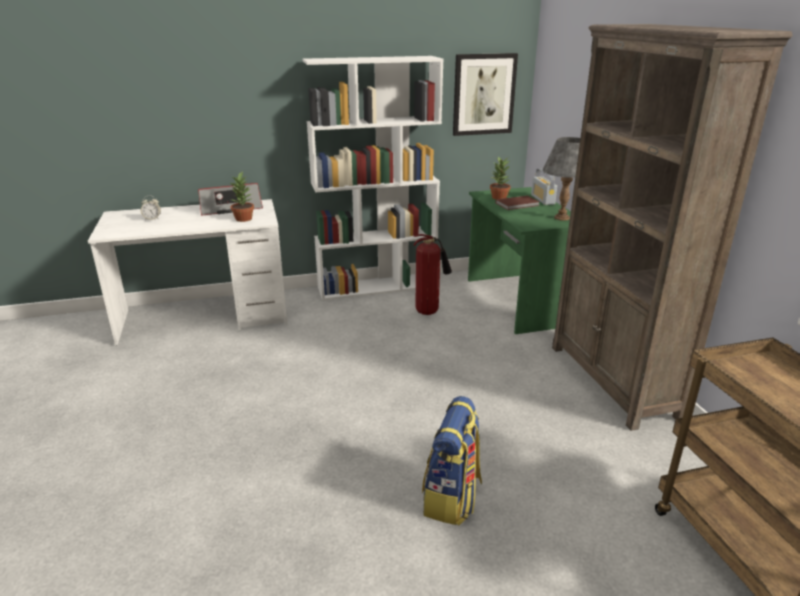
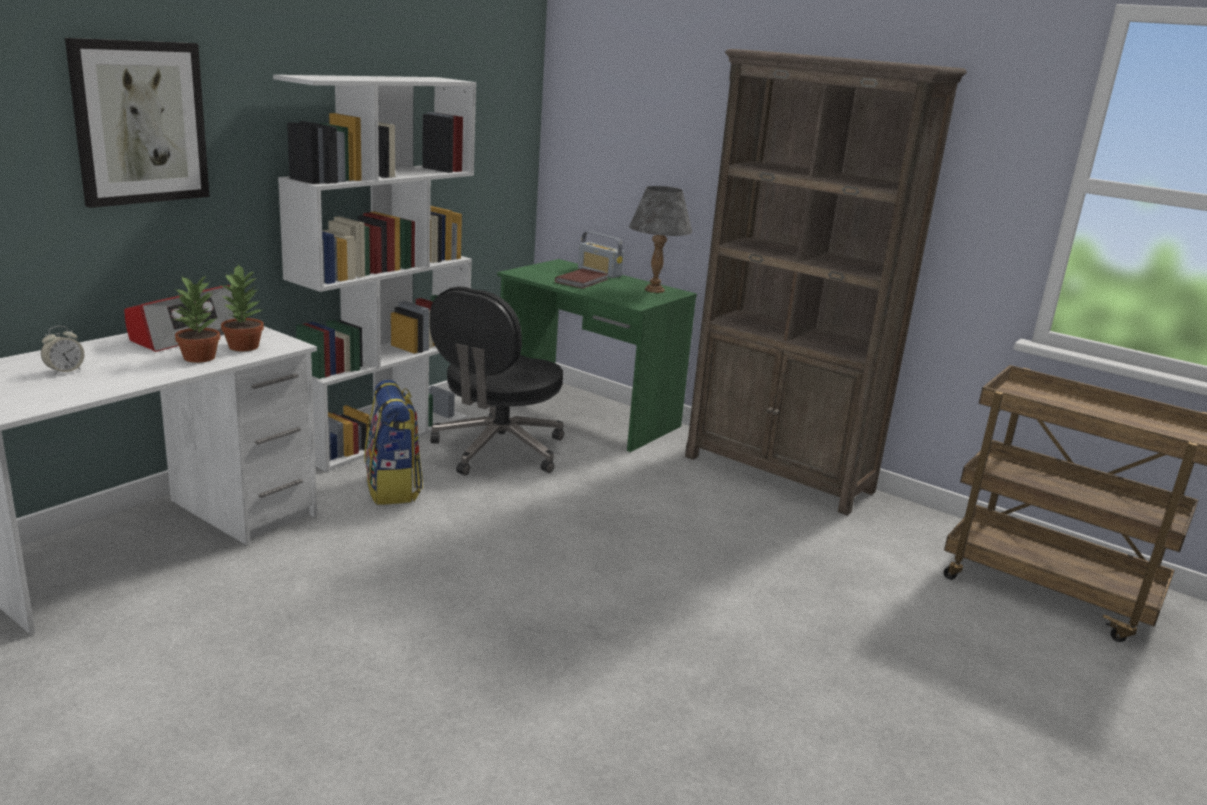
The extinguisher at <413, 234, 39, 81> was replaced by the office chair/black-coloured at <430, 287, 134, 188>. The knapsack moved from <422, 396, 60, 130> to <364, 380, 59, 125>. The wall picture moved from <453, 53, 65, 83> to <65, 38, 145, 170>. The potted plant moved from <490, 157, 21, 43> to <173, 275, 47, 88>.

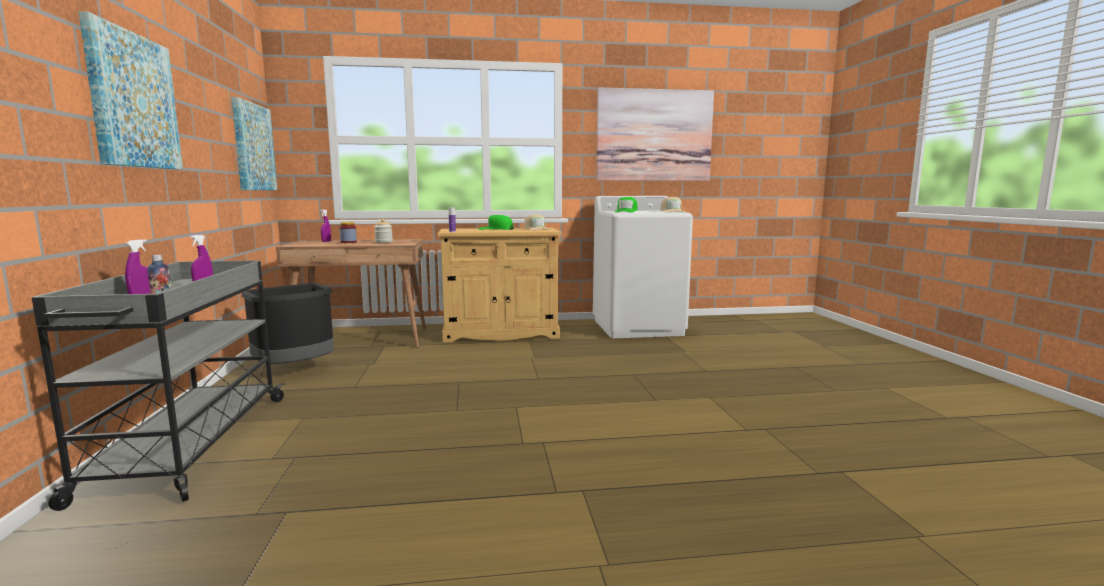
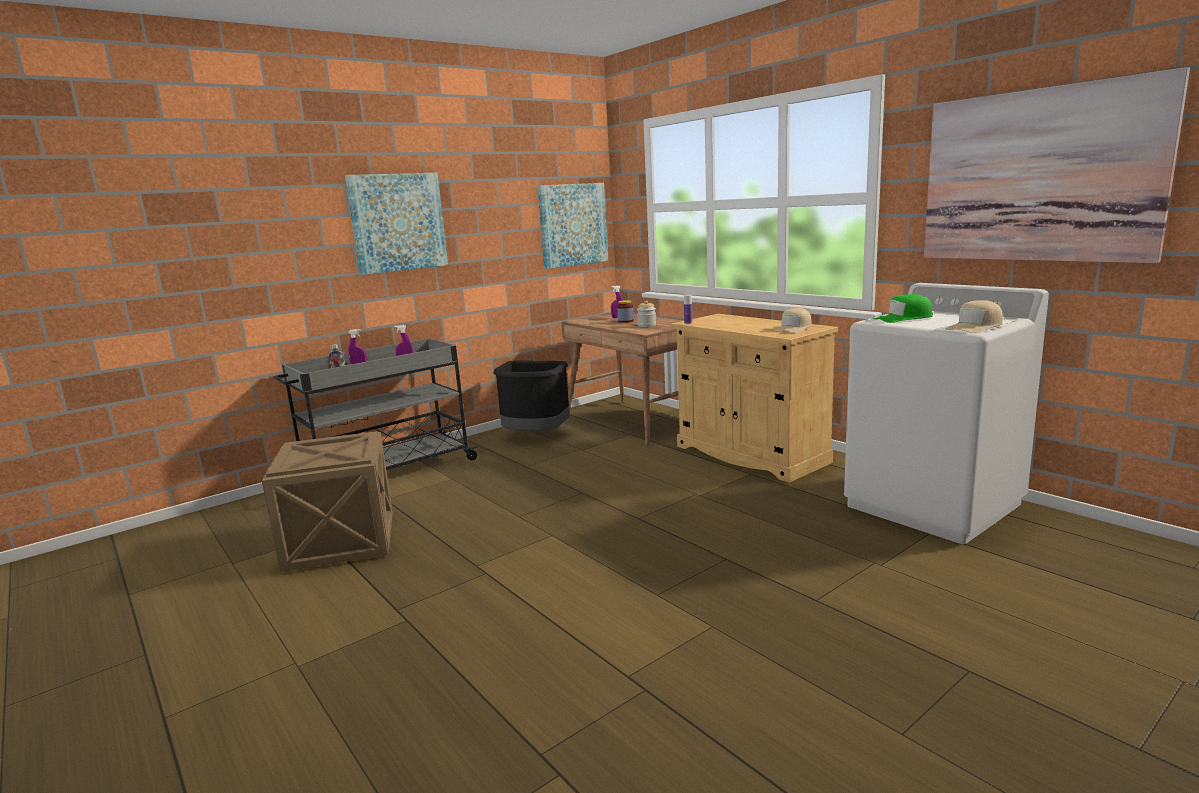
The cap/green at <478, 215, 36, 15> disappeared. The packing crate at <262, 431, 131, 141> appeared.

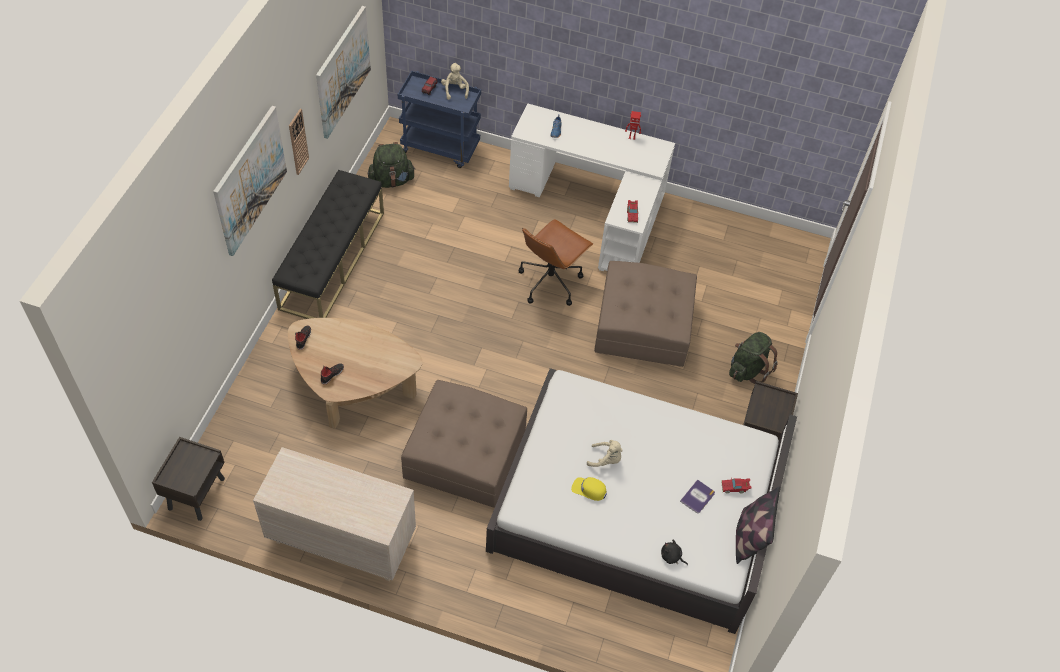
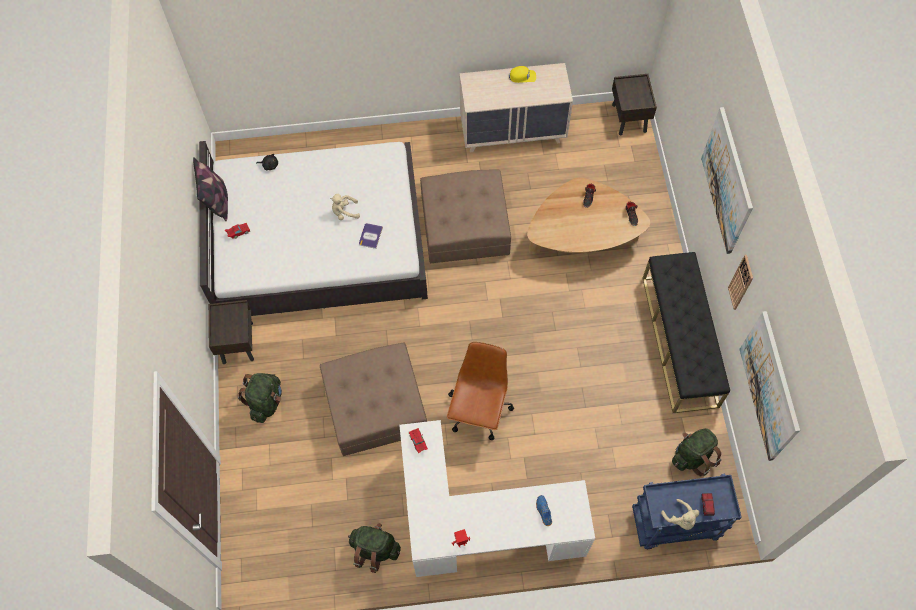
The cap/yellow moved from <571, 477, 36, 24> to <509, 66, 27, 17>. The book moved from <680, 479, 35, 34> to <359, 223, 24, 26>. The knapsack/green at <348, 523, 53, 50> appeared.

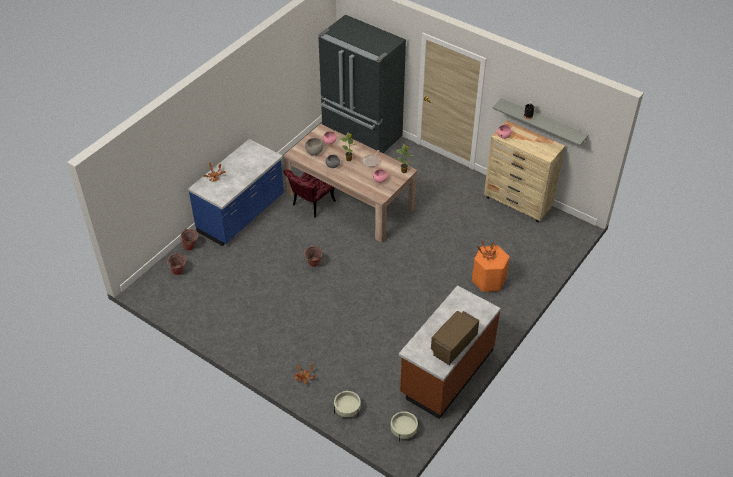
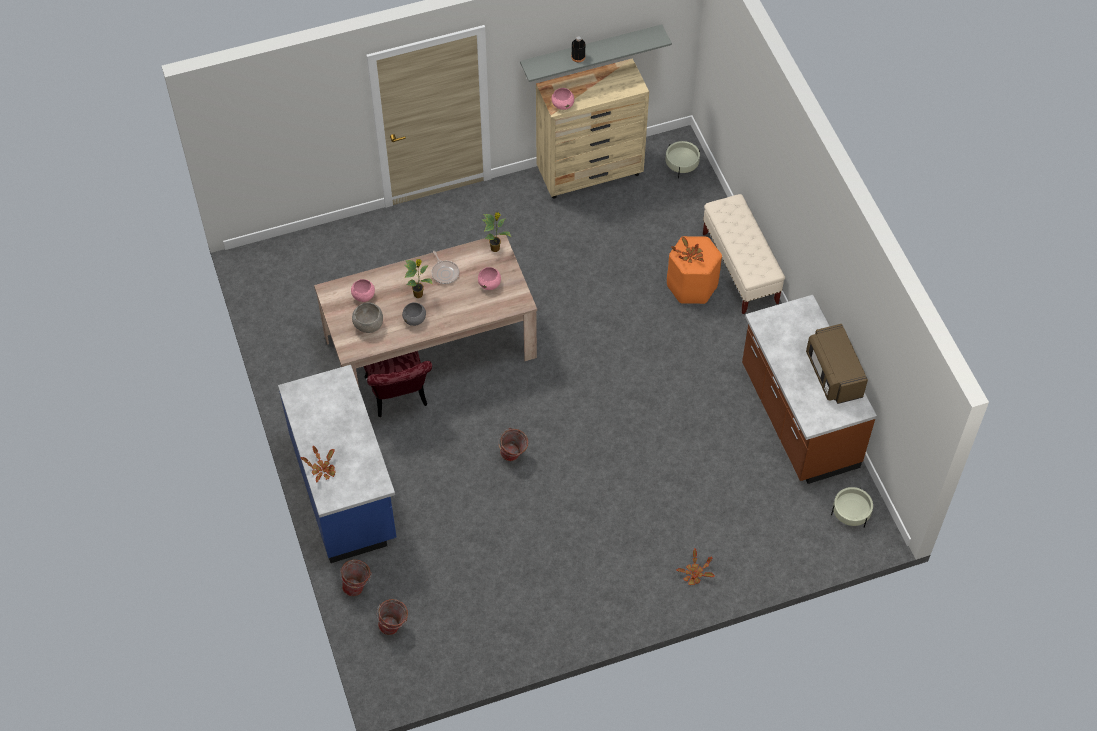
The refrigerator/black-coloured at <318, 15, 88, 139> disappeared. The planter/beige-coloured moved from <334, 390, 27, 27> to <666, 141, 34, 37>. The bench/beige-coloured at <703, 194, 82, 120> appeared.

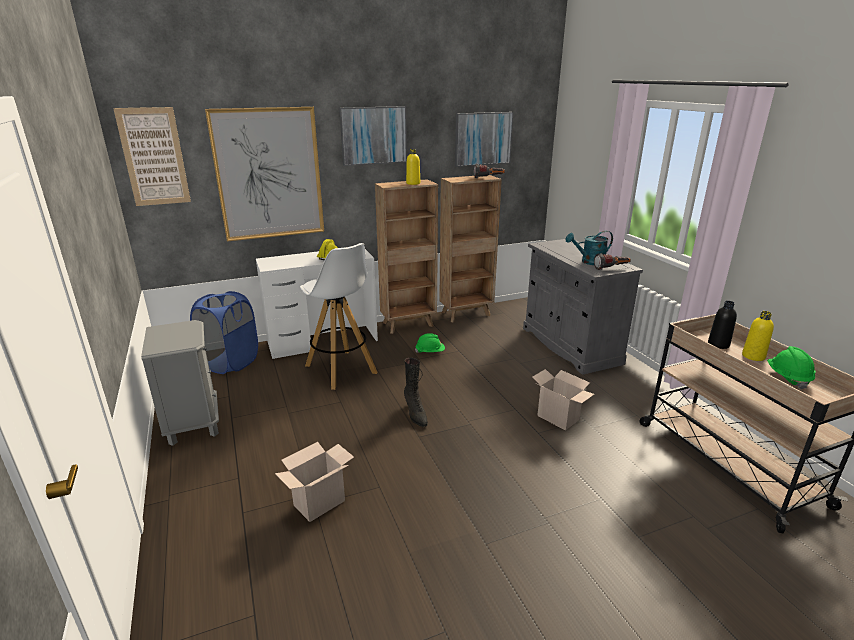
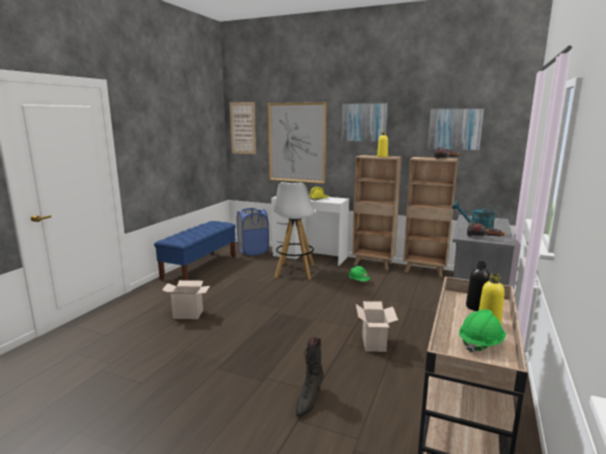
The nightstand/gray at <141, 320, 78, 126> was replaced by the bench/blue at <154, 221, 82, 59>. The boot/black-coloured moved from <404, 358, 24, 69> to <296, 337, 28, 80>.

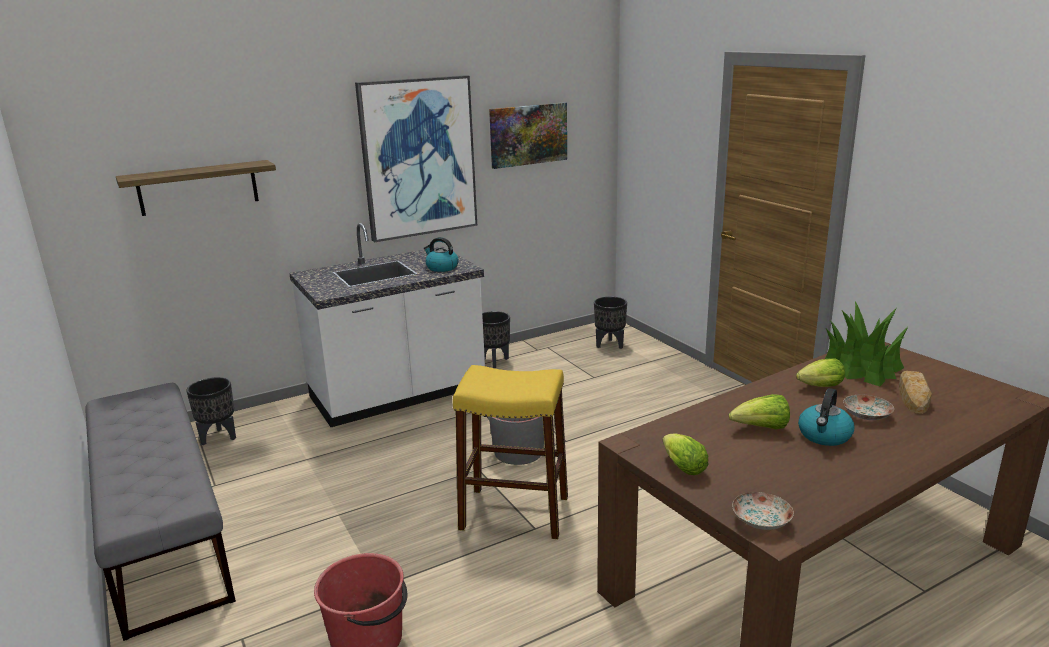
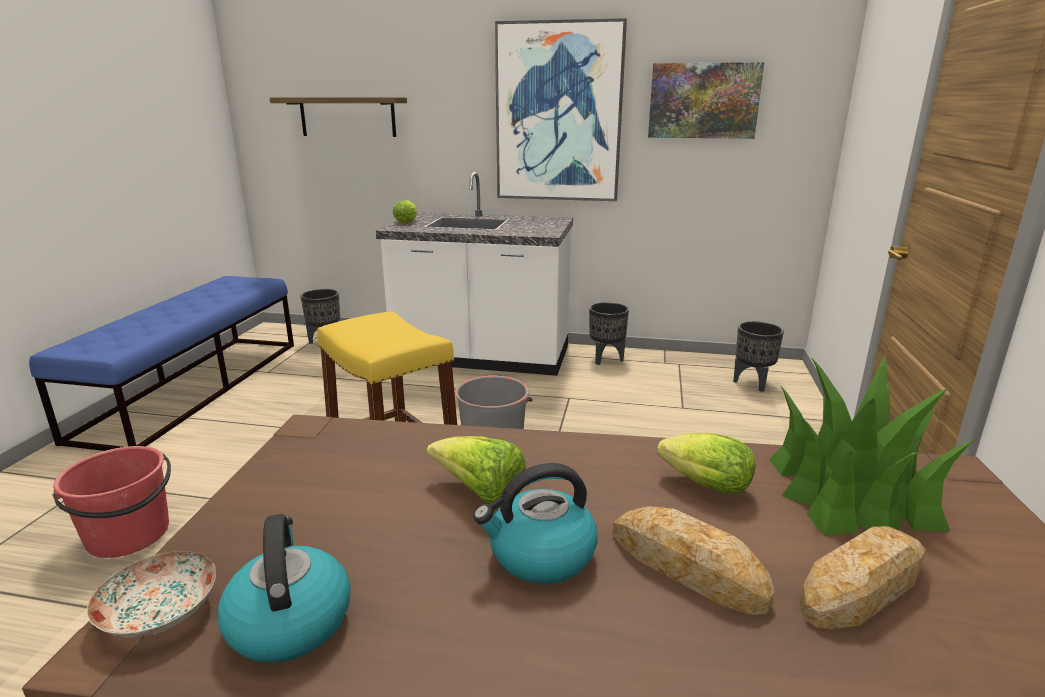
The bench/gray at <85, 383, 151, 258> became the bench/blue at <29, 276, 265, 175>. The kettle moved from <424, 237, 34, 35> to <217, 514, 134, 149>. The head of lettuce moved from <663, 433, 45, 42> to <393, 200, 24, 24>. The plate at <843, 395, 51, 25> was replaced by the bread at <612, 506, 163, 109>.

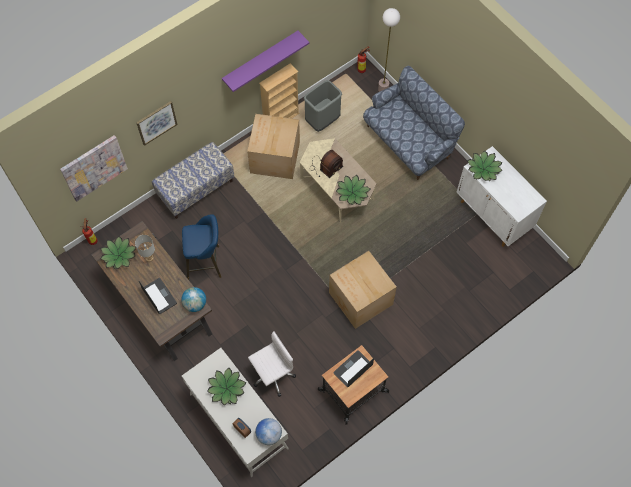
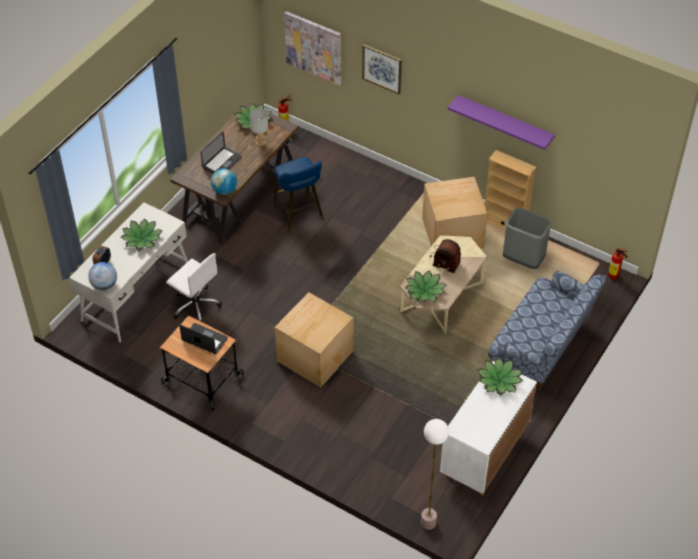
The bench at <152, 142, 83, 77> disappeared. The standard lamp moved from <378, 8, 22, 84> to <421, 419, 28, 111>.

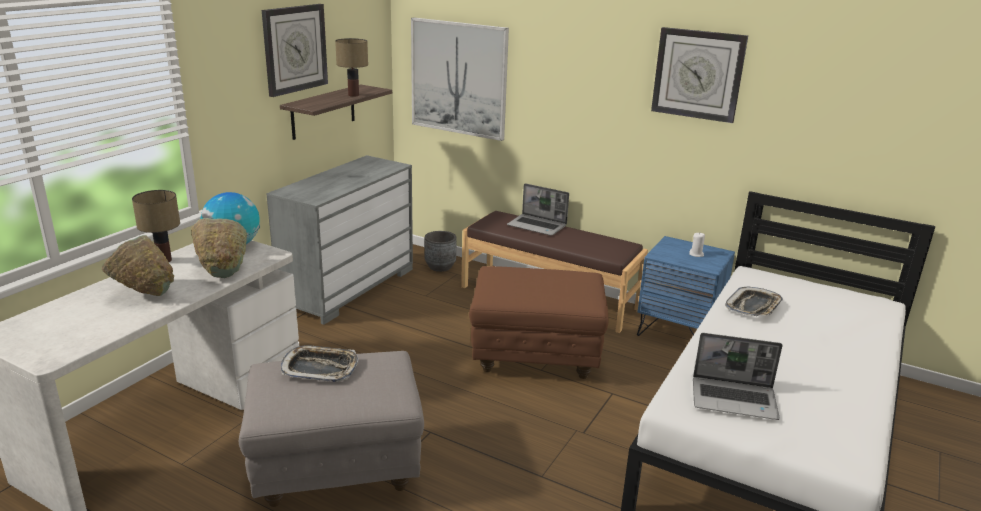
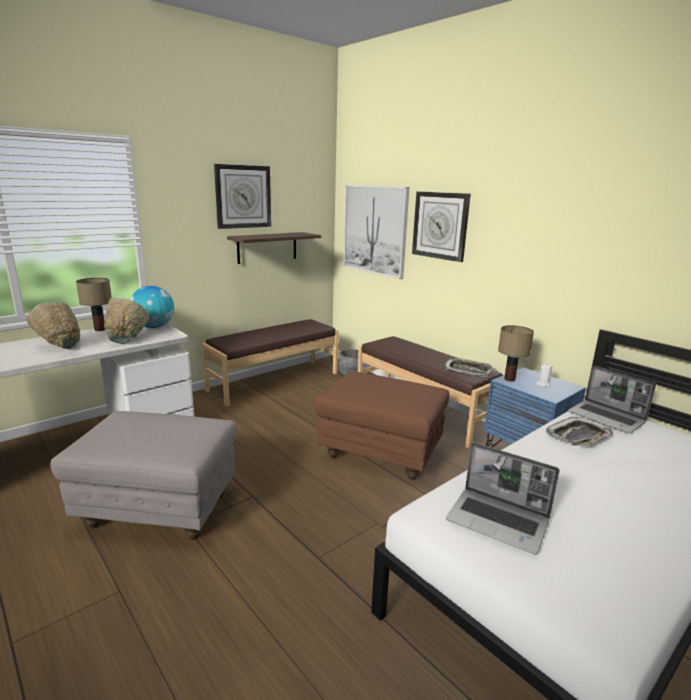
The drawer chest/gray at <266, 155, 147, 170> was replaced by the bench/brown at <201, 319, 138, 87>. The serving tray moved from <281, 345, 78, 37> to <445, 358, 48, 19>. The lamp for a table moved from <335, 38, 33, 59> to <498, 325, 36, 57>. The notebook computer moved from <507, 183, 62, 53> to <568, 366, 88, 68>. The wall clock moved from <651, 27, 97, 96> to <412, 191, 59, 71>.

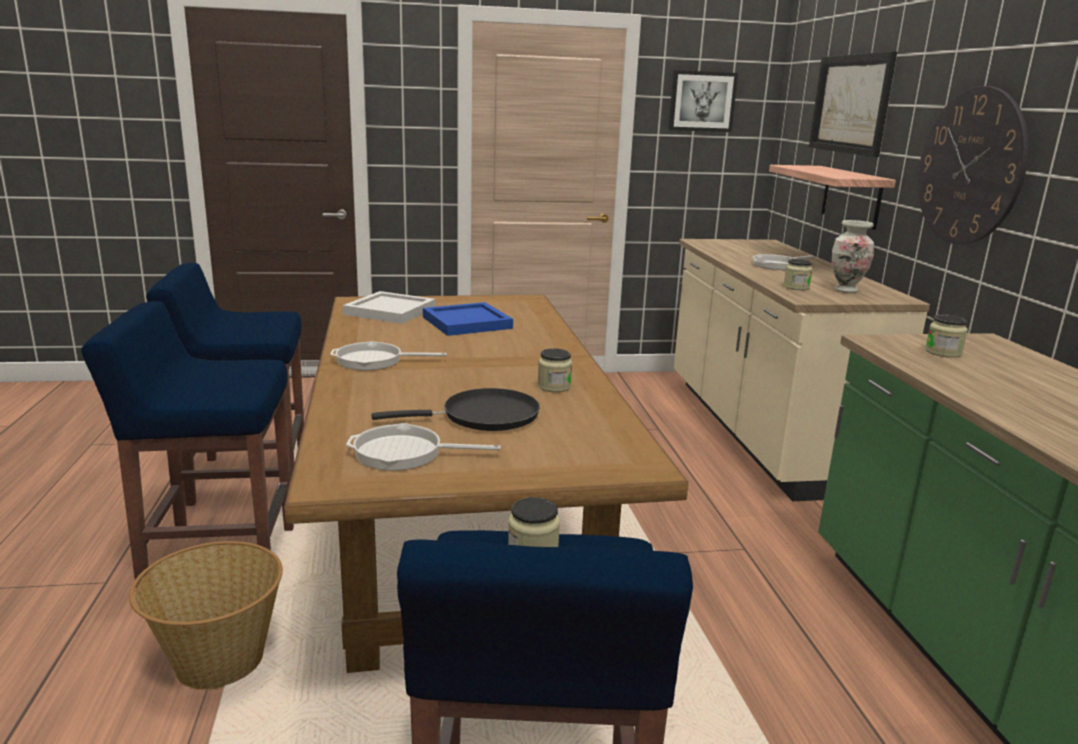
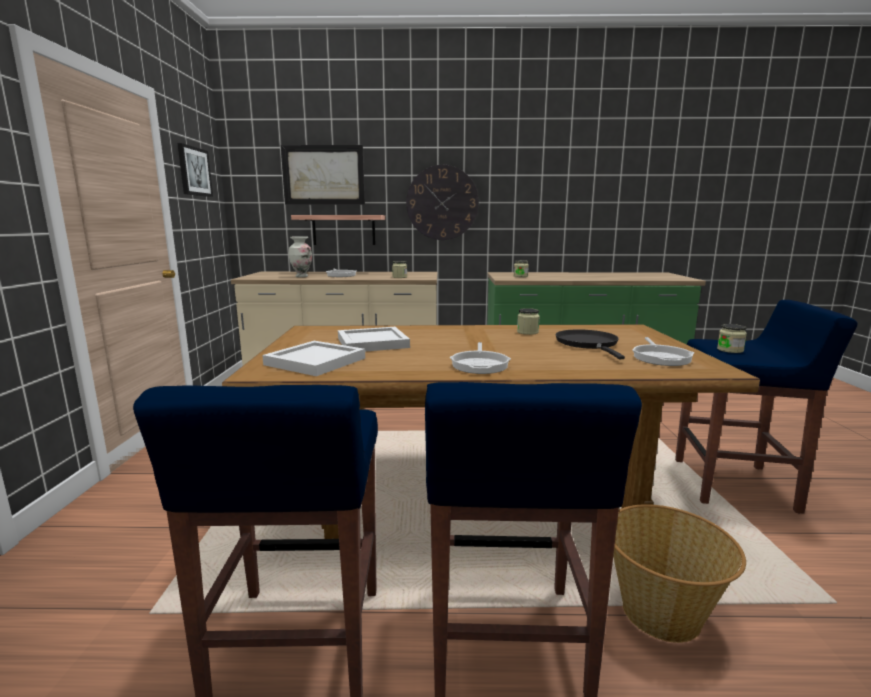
The serving tray/blue at <423, 302, 90, 34> became the serving tray/white at <338, 327, 72, 25>. The vase moved from <832, 220, 42, 73> to <288, 236, 24, 41>.

